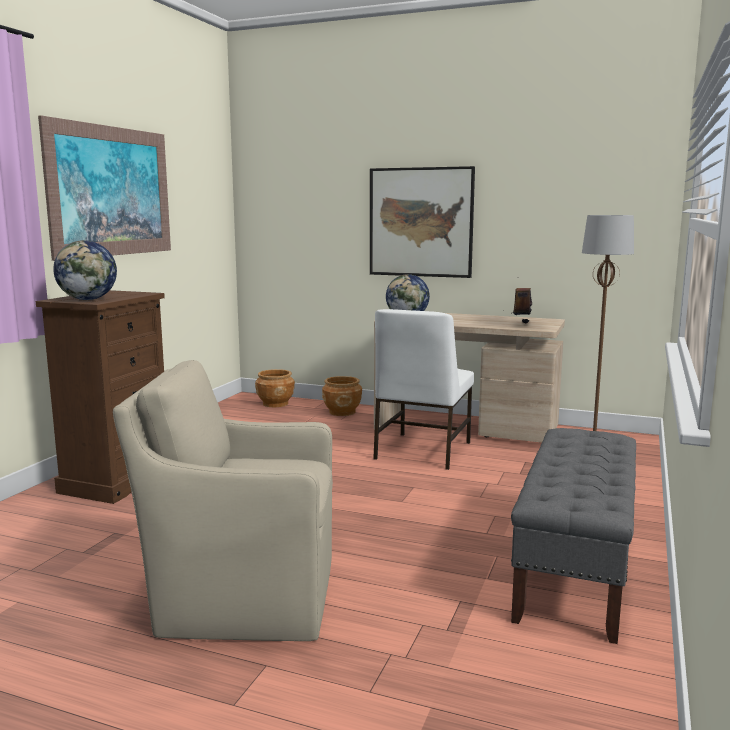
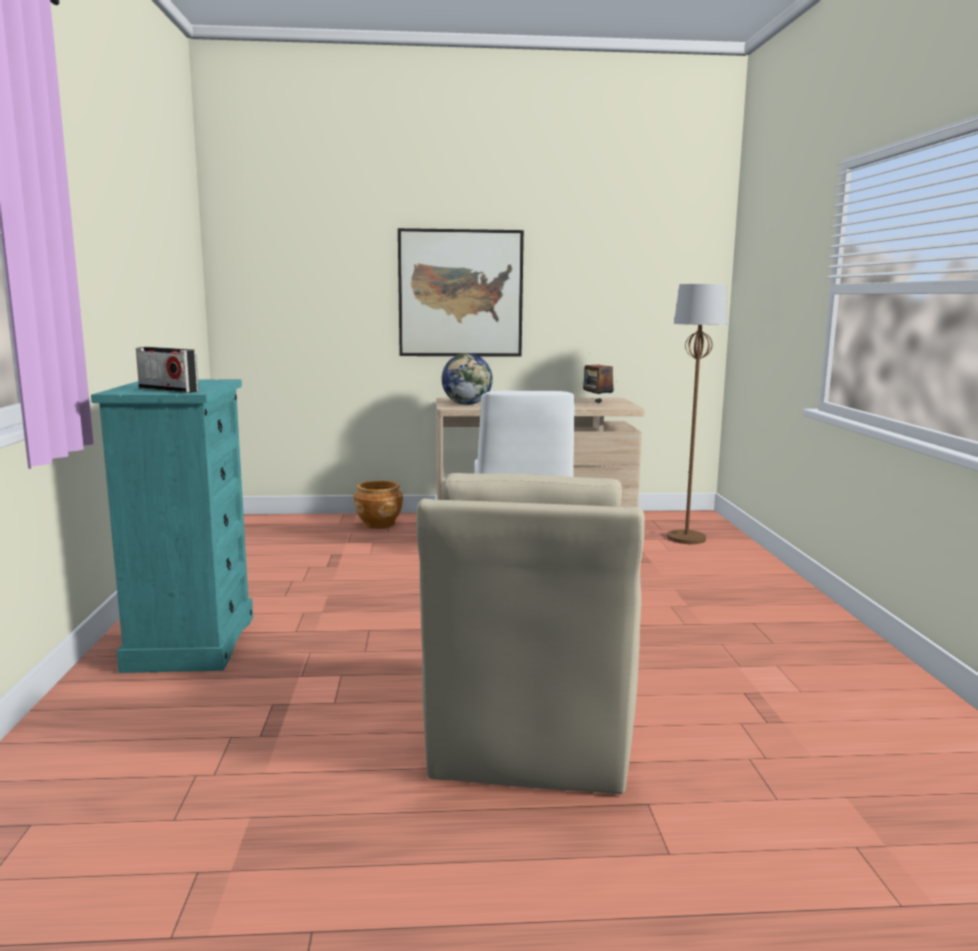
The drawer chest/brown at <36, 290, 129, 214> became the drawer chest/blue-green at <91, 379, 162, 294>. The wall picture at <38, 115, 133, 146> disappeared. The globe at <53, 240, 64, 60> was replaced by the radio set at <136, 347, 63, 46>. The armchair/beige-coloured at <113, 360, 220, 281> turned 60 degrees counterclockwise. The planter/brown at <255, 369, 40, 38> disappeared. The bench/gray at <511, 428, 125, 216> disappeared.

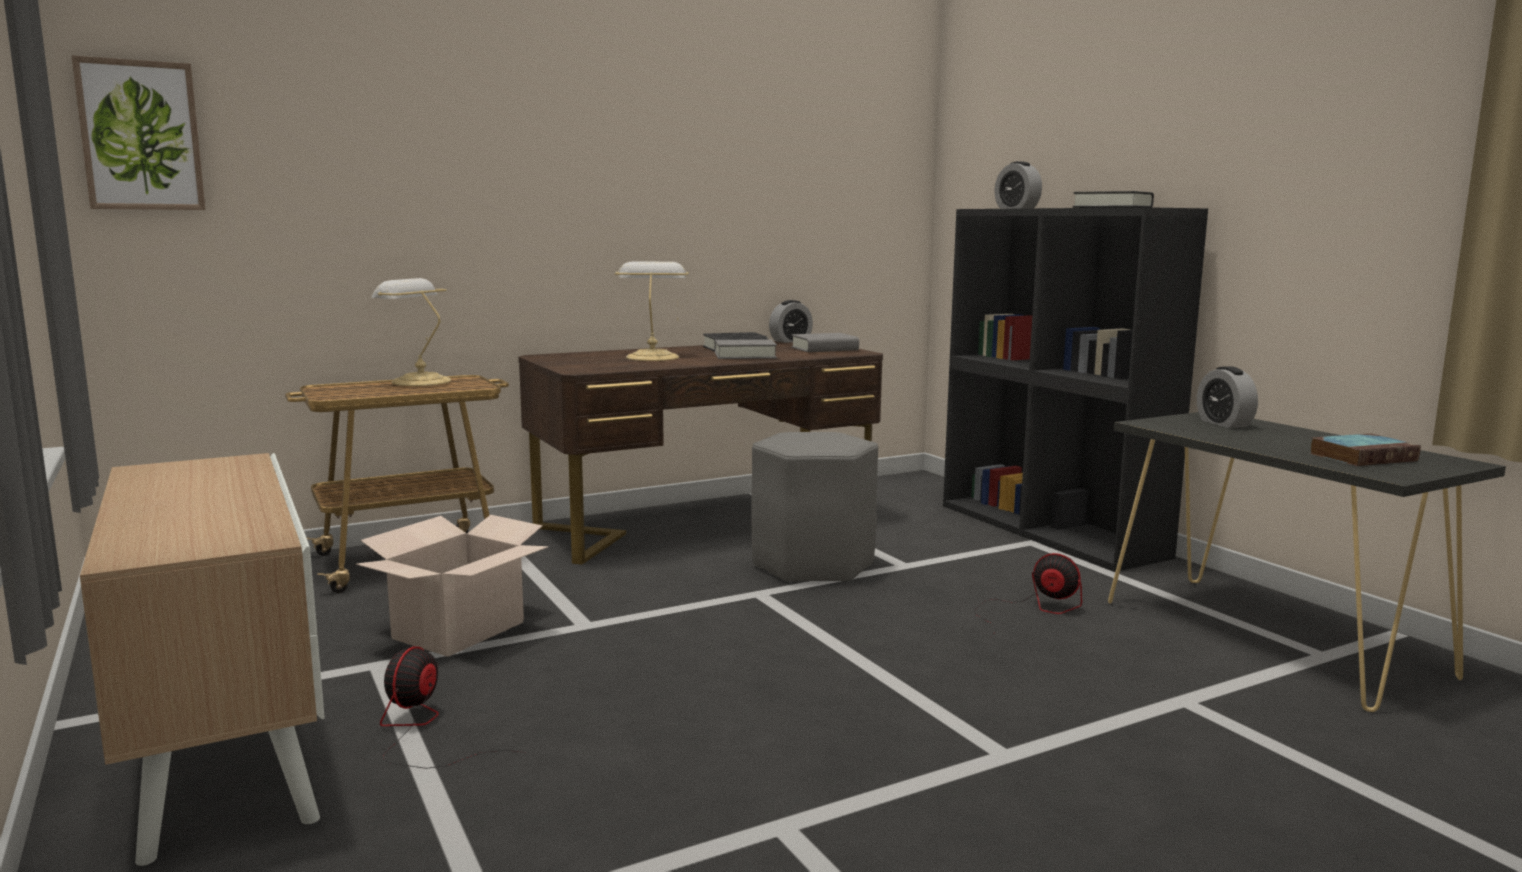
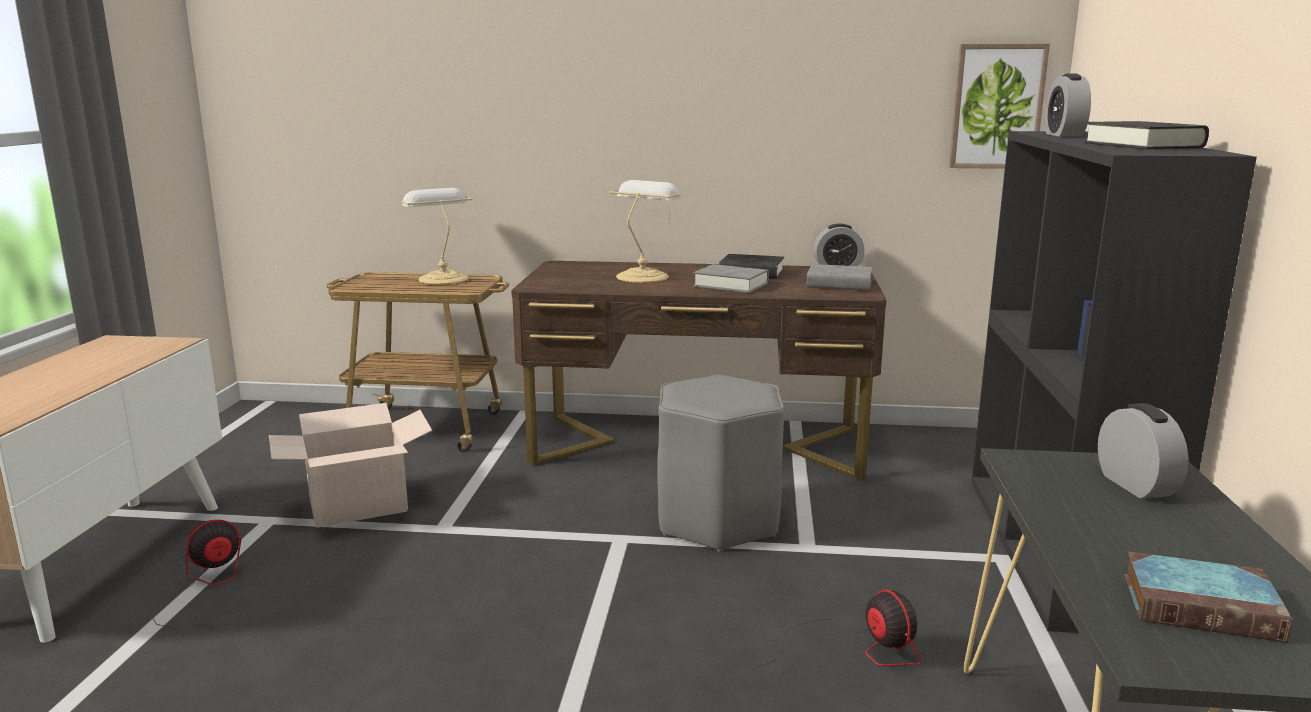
The wall picture moved from <72, 56, 133, 154> to <949, 44, 101, 125>. The alarm clock at <1197, 366, 61, 62> turned 150 degrees clockwise.

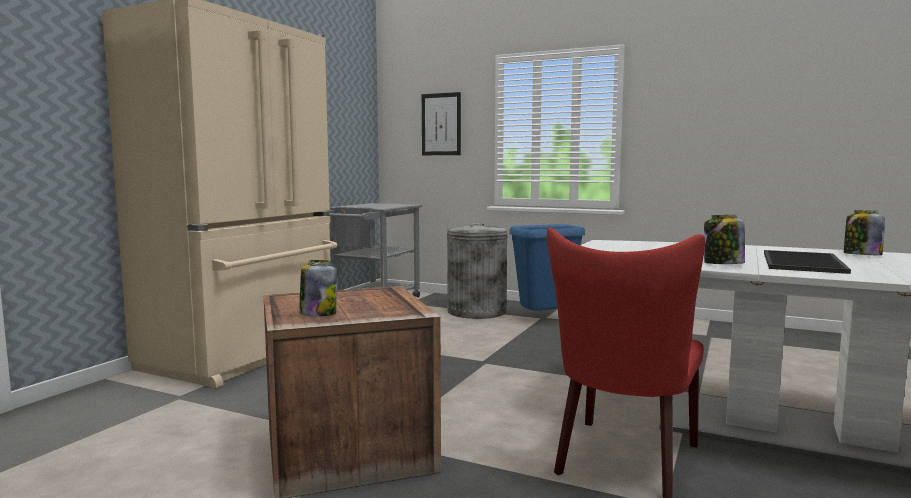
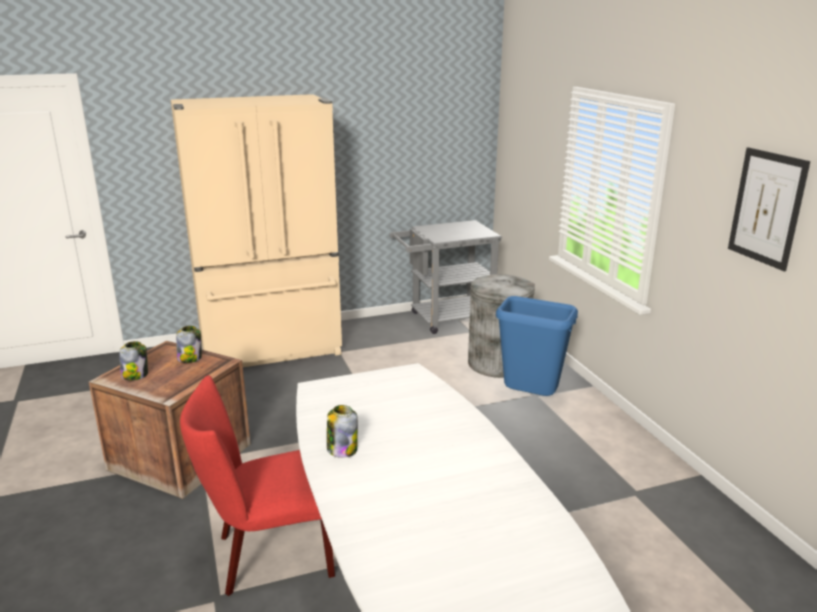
The wall picture moved from <422, 92, 39, 63> to <728, 147, 82, 125>. The serving tray at <764, 250, 87, 24> disappeared. The preserve jar moved from <844, 210, 41, 46> to <176, 326, 26, 37>.

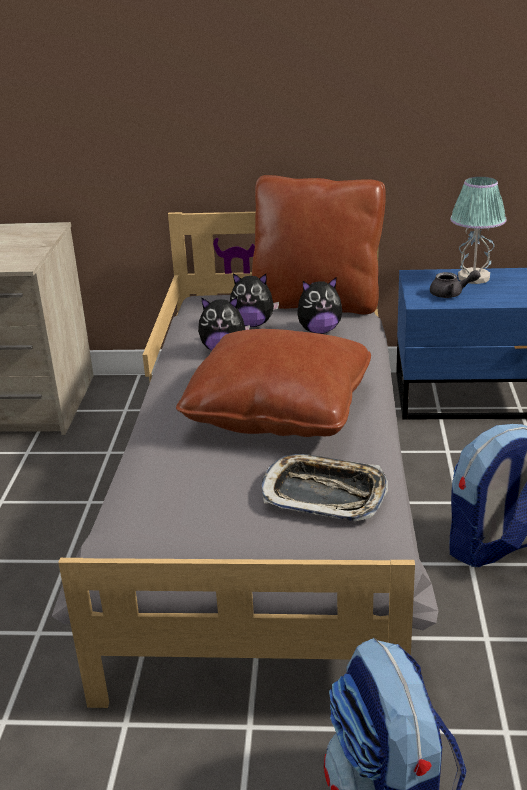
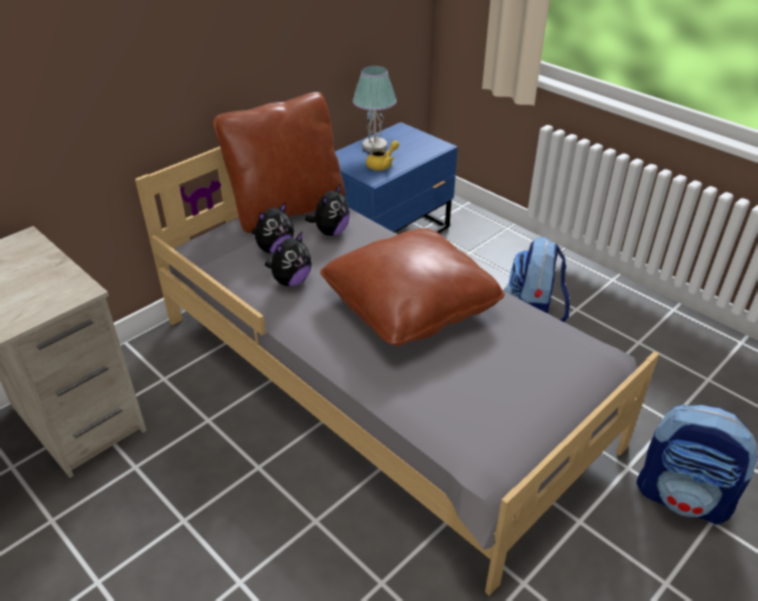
The serving tray at <262, 454, 126, 67> disappeared. The teapot/gray at <430, 270, 51, 28> became the teapot/yellow at <366, 141, 33, 30>.

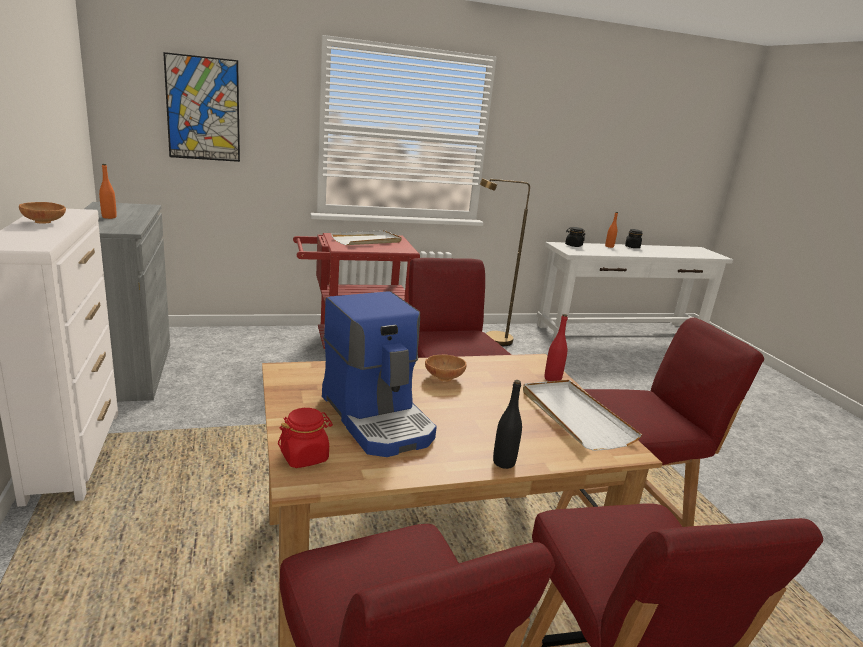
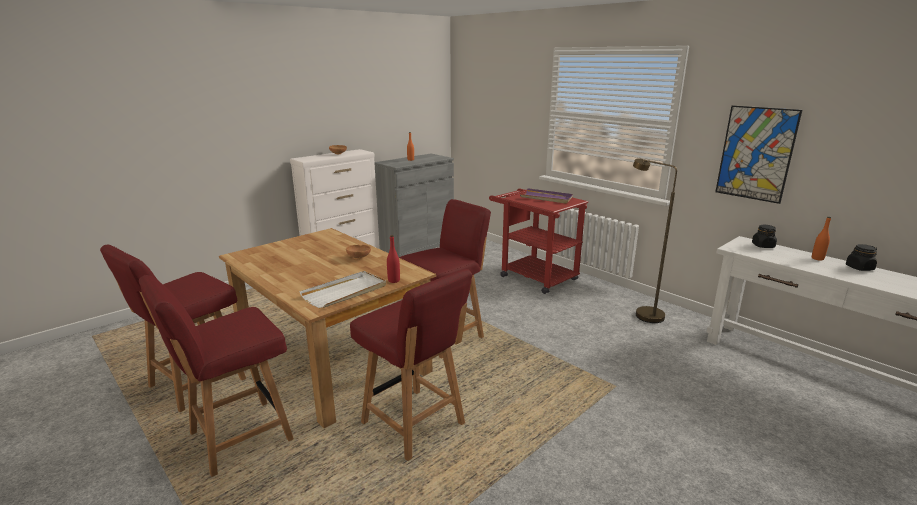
The wall picture moved from <163, 52, 77, 110> to <715, 105, 87, 99>. The preserve jar/red-coloured at <278, 408, 55, 60> disappeared. The coffee machine at <322, 291, 115, 166> disappeared. The serving tray/white at <331, 230, 71, 15> became the serving tray/purple-coloured at <520, 188, 53, 15>. The beverage bottle/black-coloured at <493, 380, 29, 89> disappeared.

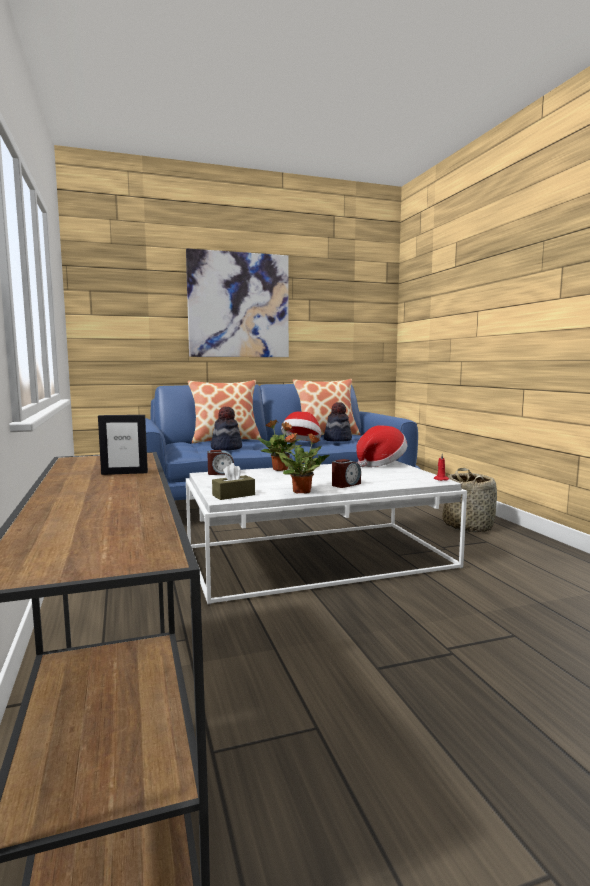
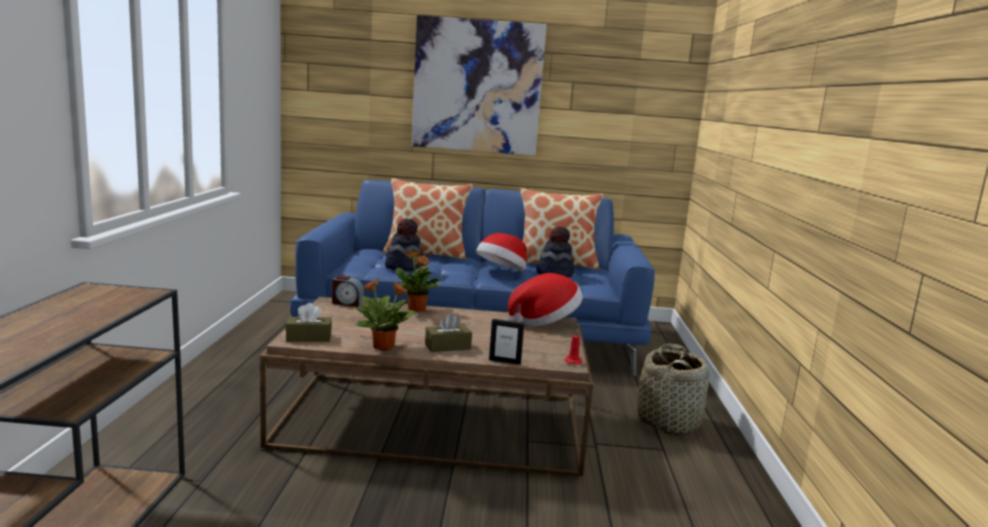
The standing frame moved from <98, 415, 50, 60> to <489, 319, 35, 46>. The lounge table/white at <186, 460, 281, 144> became the lounge table/brown at <260, 297, 334, 181>. The alarm clock at <332, 459, 29, 29> was replaced by the tissue box/brown at <425, 313, 47, 39>.

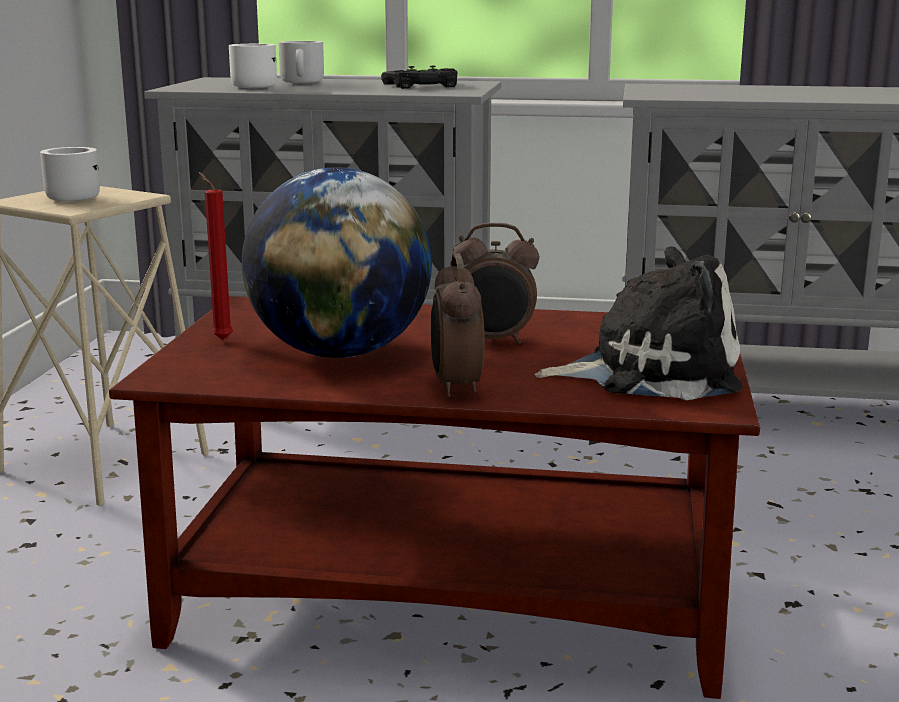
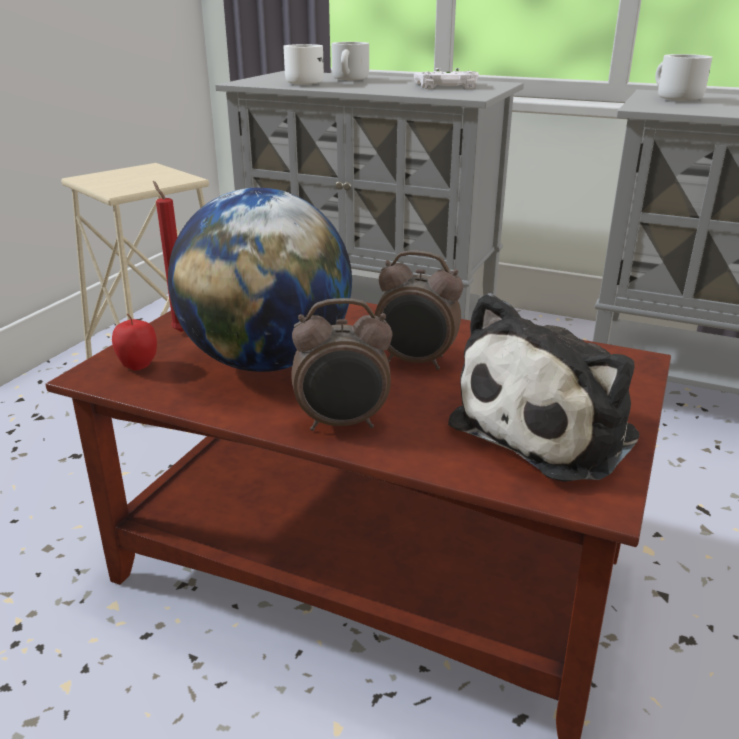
The coffee mug/white moved from <40, 147, 60, 54> to <655, 54, 58, 47>. The gamepad/black-coloured at <381, 66, 76, 23> became the gamepad/white at <414, 68, 65, 21>. The alarm clock at <431, 253, 54, 144> turned 105 degrees counterclockwise. The soft toy at <534, 246, 209, 154> turned 120 degrees clockwise. The apple at <112, 314, 45, 56> appeared.

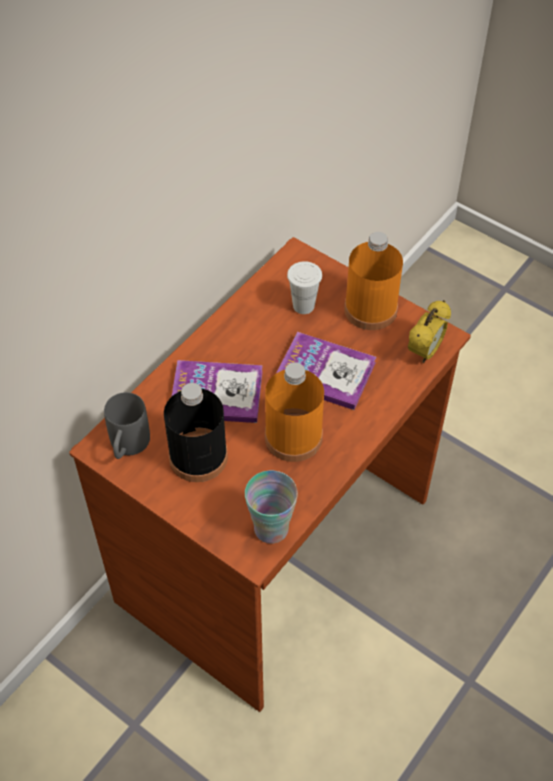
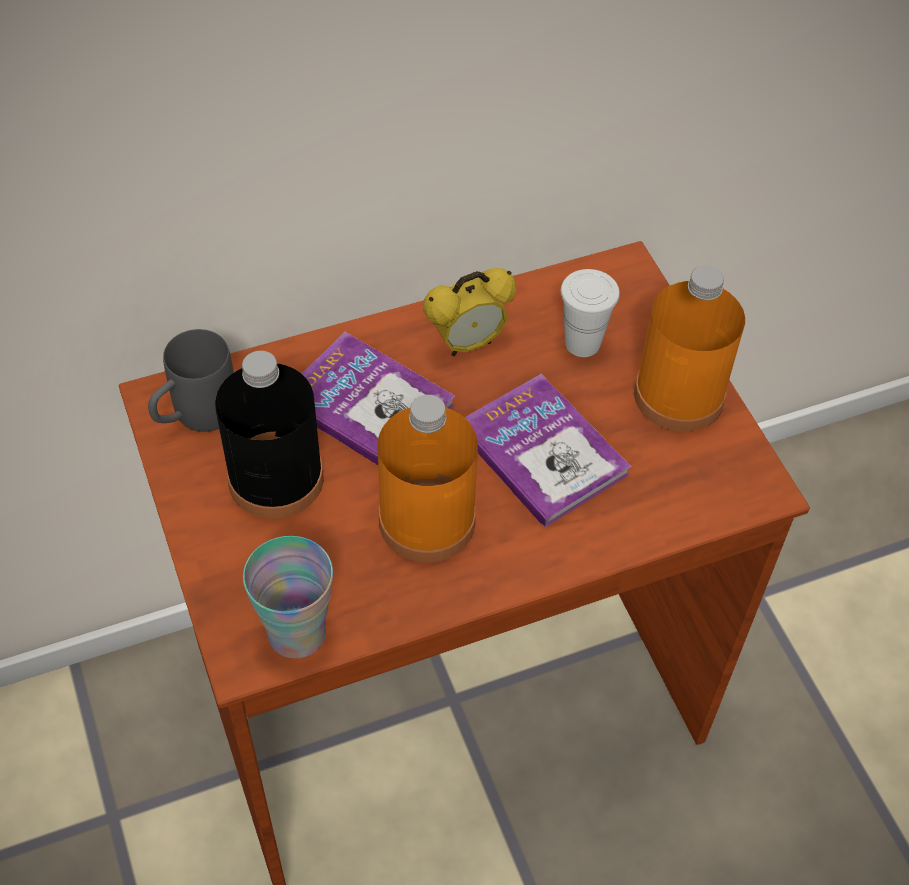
The alarm clock moved from <408, 300, 43, 63> to <423, 268, 93, 88>.

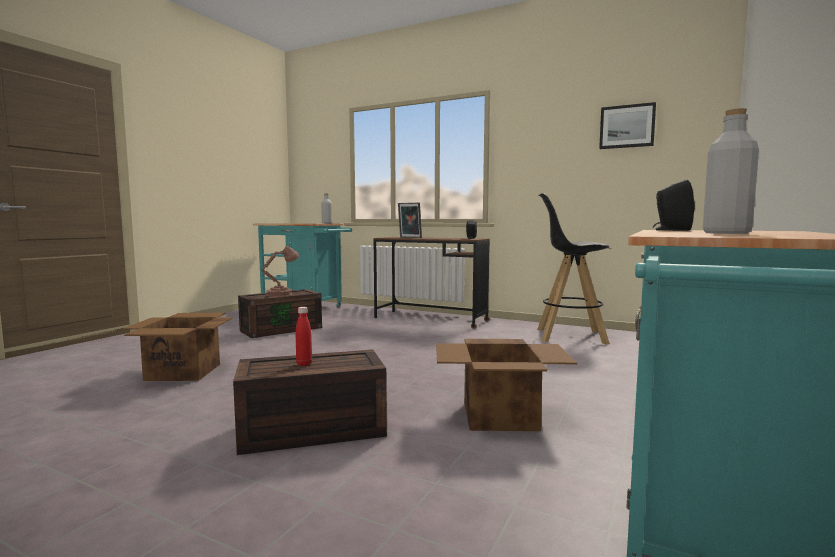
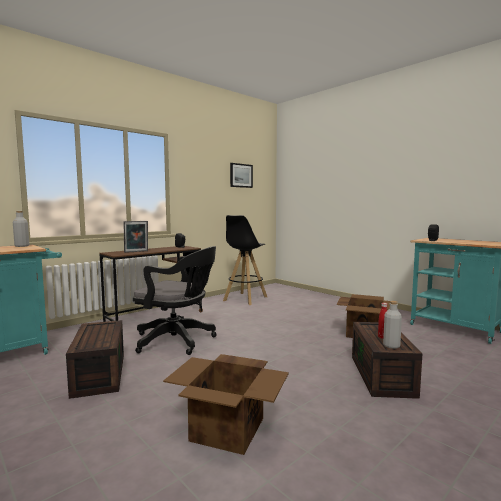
The lamp for a table/brown at <261, 246, 38, 51> disappeared. The beverage bottle/gray moved from <703, 108, 56, 126> to <383, 301, 19, 48>. The office chair/black-coloured at <133, 246, 84, 109> appeared.

